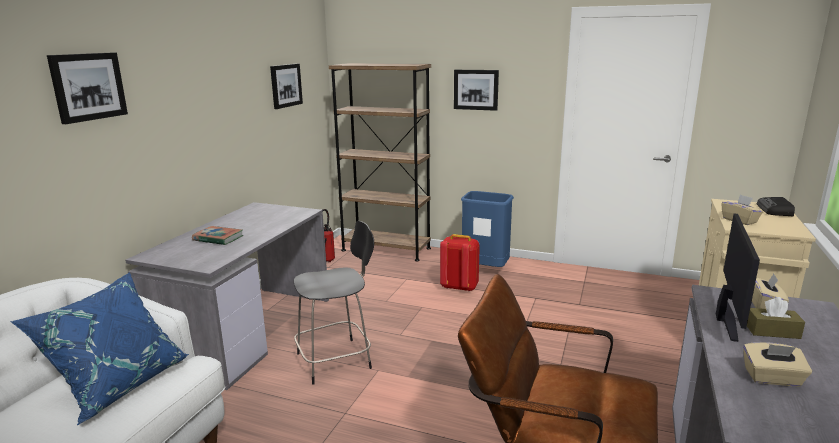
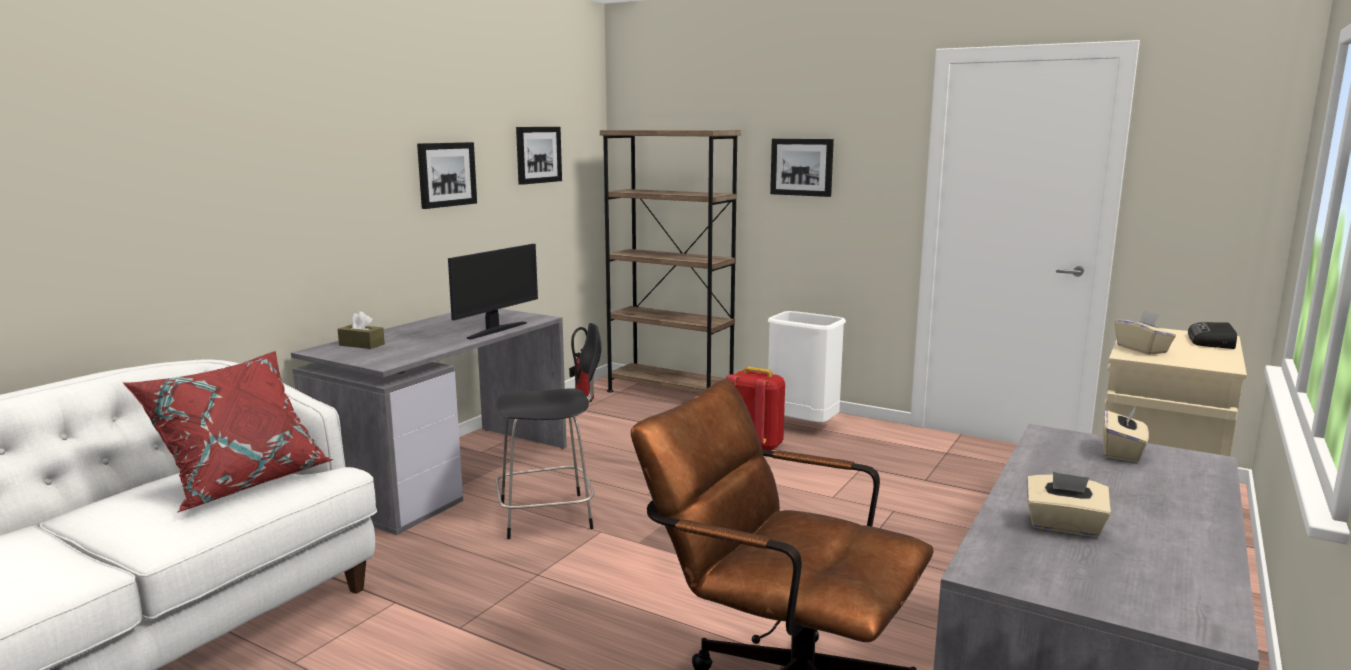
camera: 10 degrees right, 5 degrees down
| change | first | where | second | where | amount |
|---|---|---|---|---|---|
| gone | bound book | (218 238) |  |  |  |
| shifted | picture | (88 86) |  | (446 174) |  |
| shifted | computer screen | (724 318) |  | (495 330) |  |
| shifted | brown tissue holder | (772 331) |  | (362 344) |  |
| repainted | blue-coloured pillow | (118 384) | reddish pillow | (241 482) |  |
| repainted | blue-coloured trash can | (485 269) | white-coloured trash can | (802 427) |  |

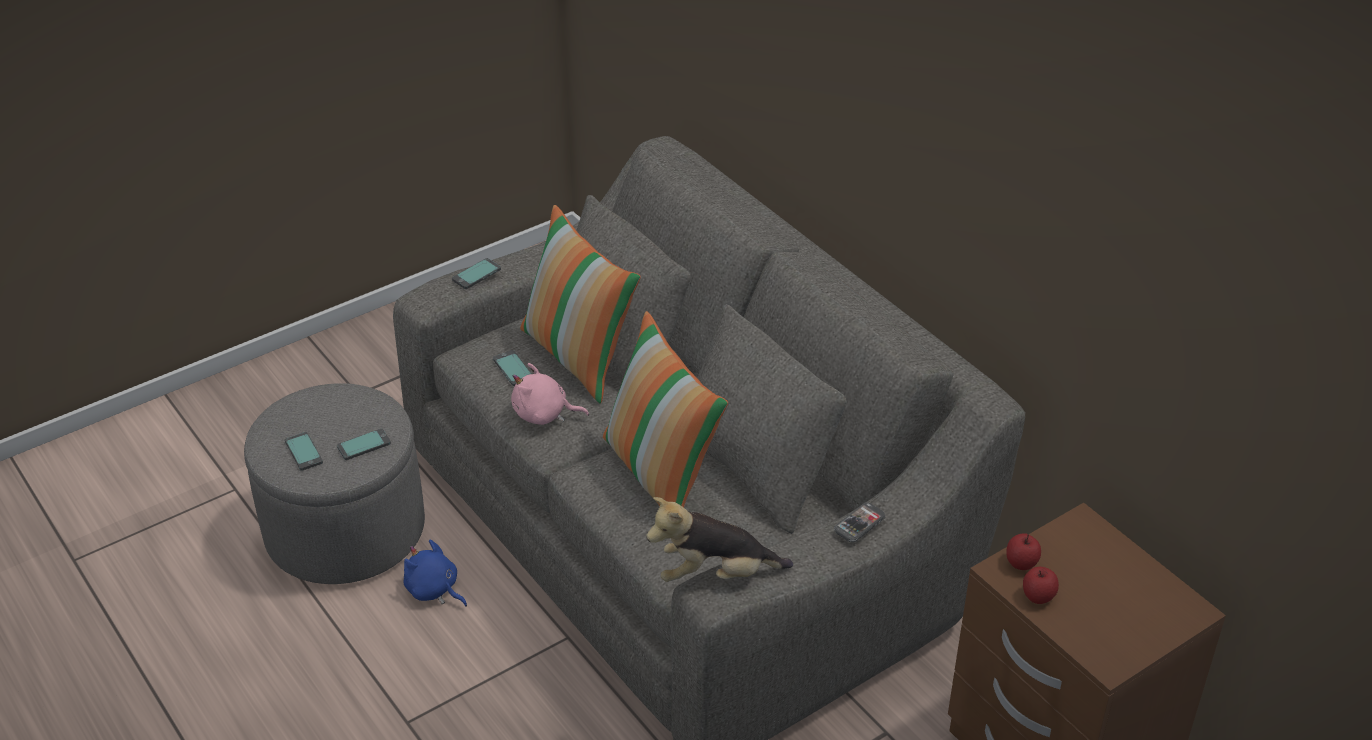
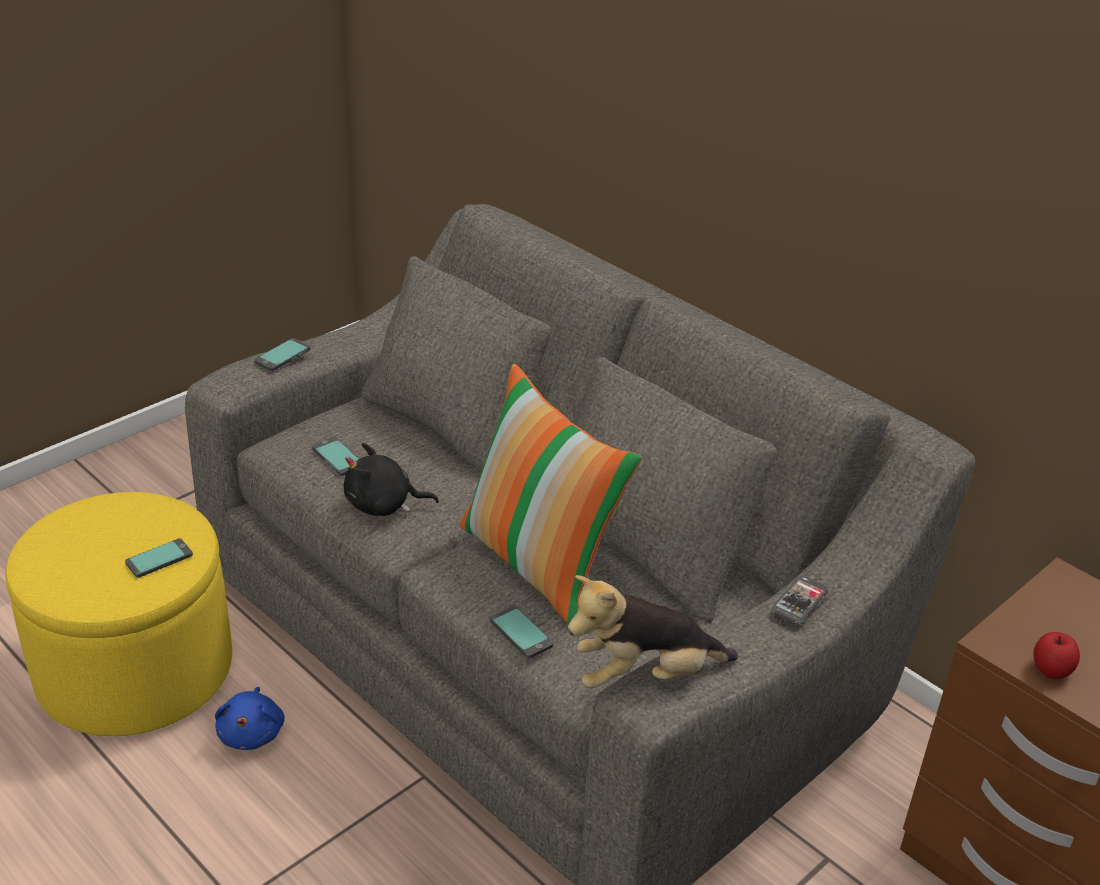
camera: 10 degrees left, 5 degrees down
| change | first | where | second | where | amount |
|---|---|---|---|---|---|
| gone | pillow | (579 356) |  |  |  |
| gone | apple | (1021 563) |  |  |  |
| shifted | telephone | (304 452) |  | (521 633) |  |
| repainted | gray ottoman | (345 530) | yellow-coloured ottoman | (135 669) |  |
| repainted | pink-coloured soft toy | (544 414) | black-coloured soft toy | (383 505) |  |
| rotated | blue-coloured soft toy | (434 590) |  | (252 733) | 120 degrees counterclockwise |

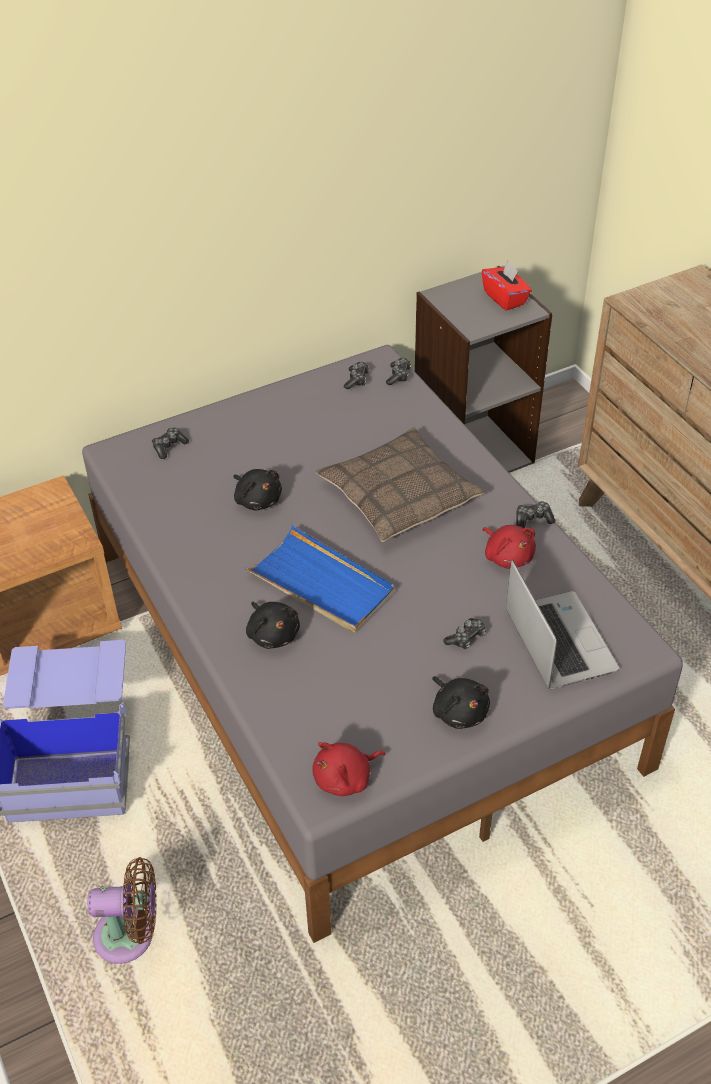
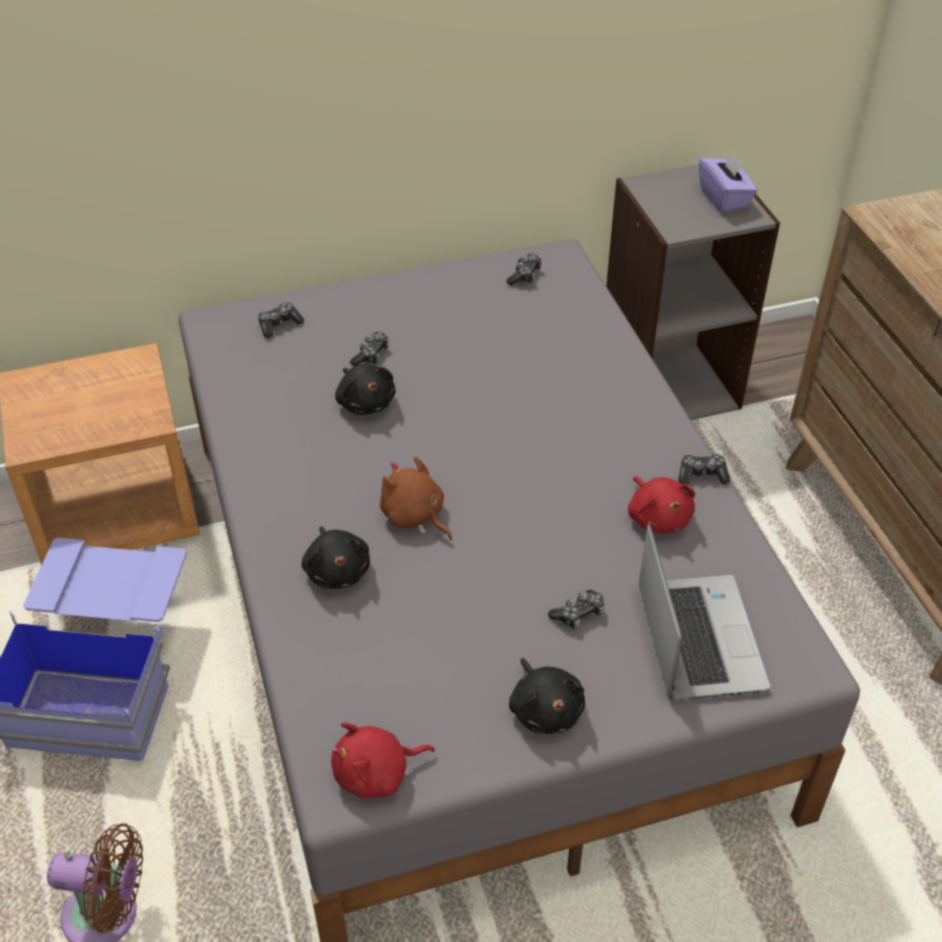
camera: 10 degrees right, 0 degrees up
| change | first | where | second | where | amount |
|---|---|---|---|---|---|
| gone | pillow | (398 495) |  |  |  |
| shifted | game controller | (398 376) |  | (371 355) |  |
| swapped | blue-coloured serving tray | (321 583) | brown soft toy | (415 516) |  |
| repainted | reddish tissue holder | (505 298) | purple tissue holder | (724 198) |  |

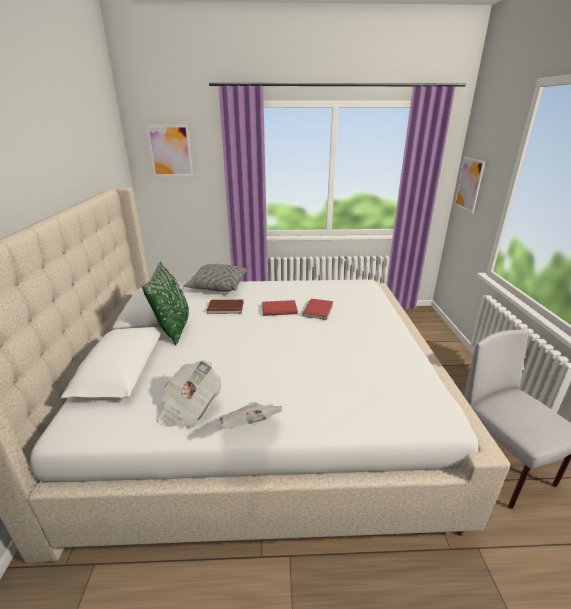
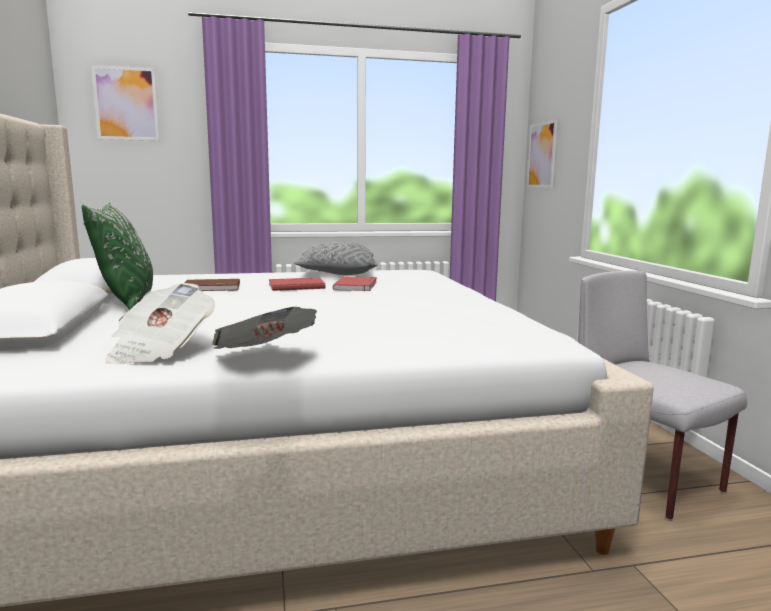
camera: 10 degrees left, 15 degrees down
| change | first | where | second | where | amount |
|---|---|---|---|---|---|
| shifted | gray pillow | (217 286) |  | (337 274) |  |

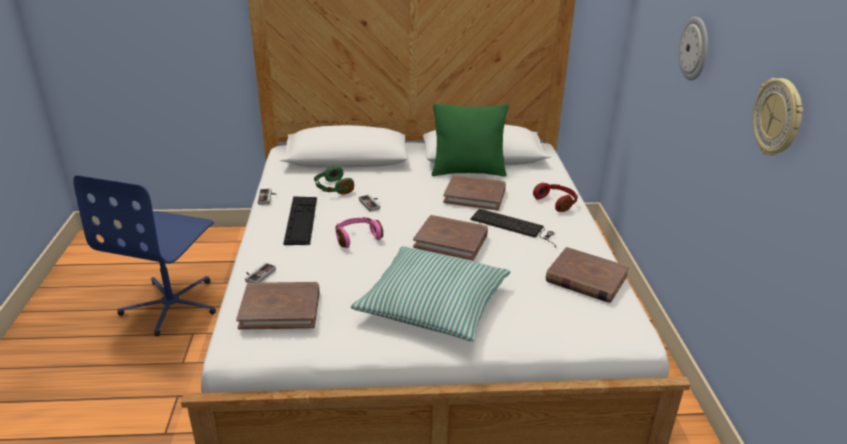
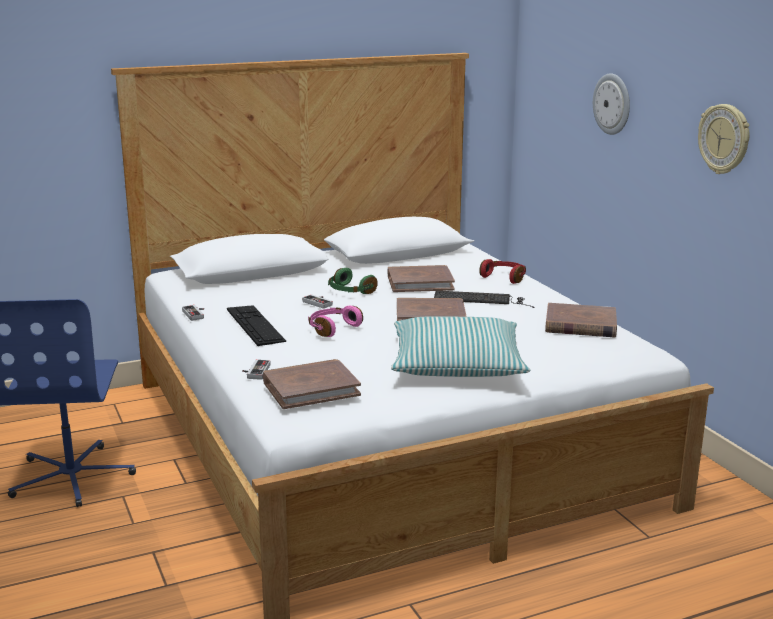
camera: 20 degrees left, 10 degrees down
| change | first | where | second | where | amount |
|---|---|---|---|---|---|
| gone | green-coloured pillow | (468 172) |  |  |  |
| shifted | green-coloured headphones | (333 188) |  | (350 291) |  |

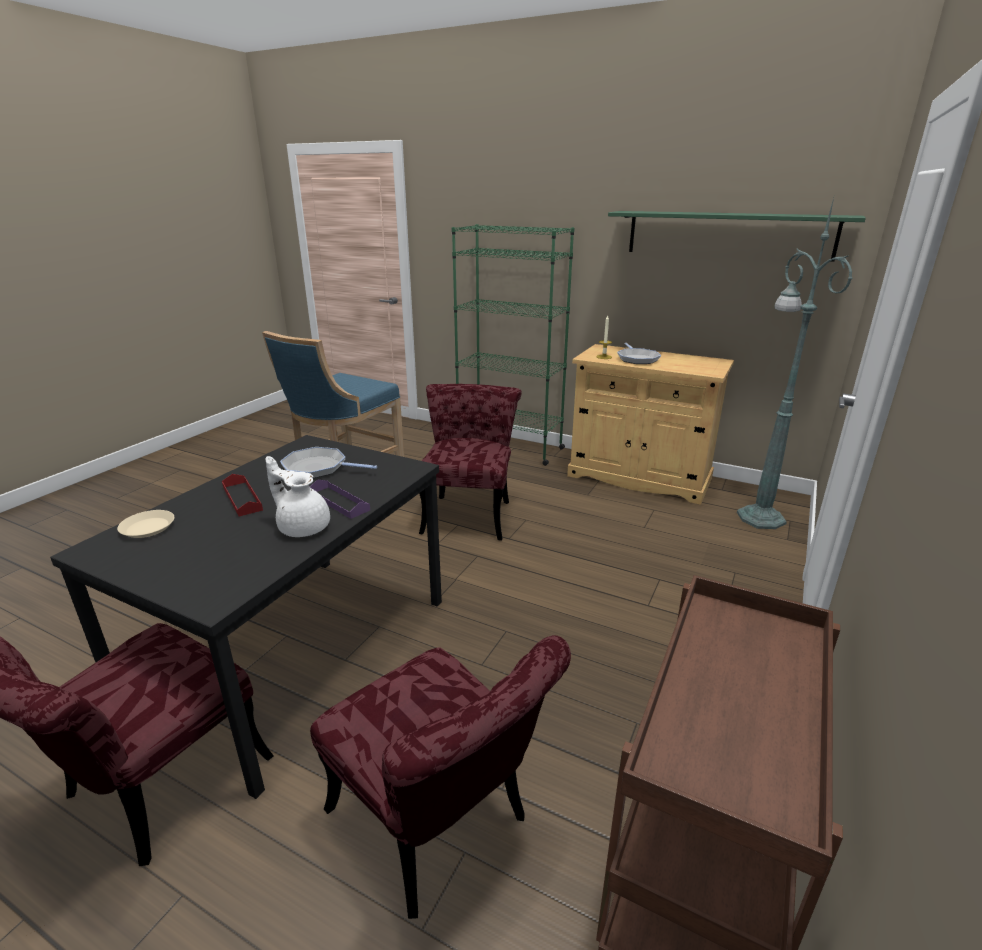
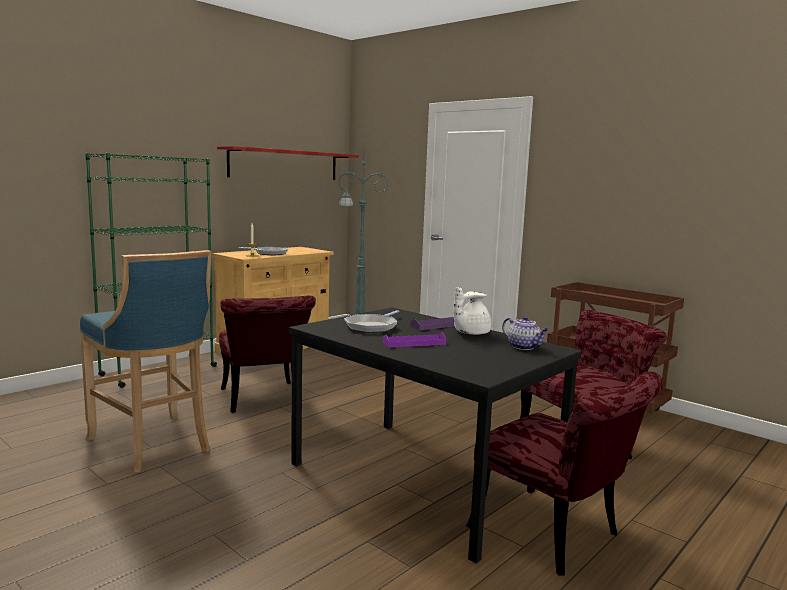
camera: 75 degrees left, 15 degrees down
| change | first | where | second | where | amount |
|---|---|---|---|---|---|
| gone | beige-coloured flat dish | (147 528) |  |  |  |
| new |  |  | pot for tea | (524 347) |  |
| repainted | reddish serving tray | (242 498) | purple serving tray | (414 343) |  |
| repainted | green-coloured bracket shelf | (728 234) | reddish bracket shelf | (285 164) |  |
| rotated | reddish chair | (469 512) |  | (263 401) | 135 degrees counterclockwise |

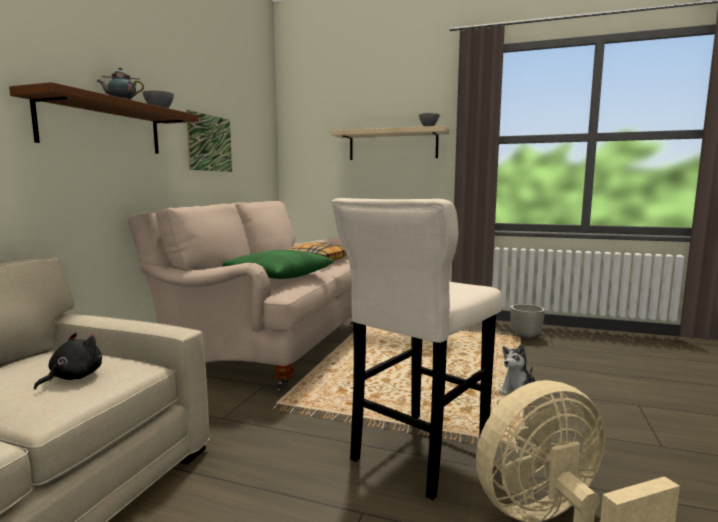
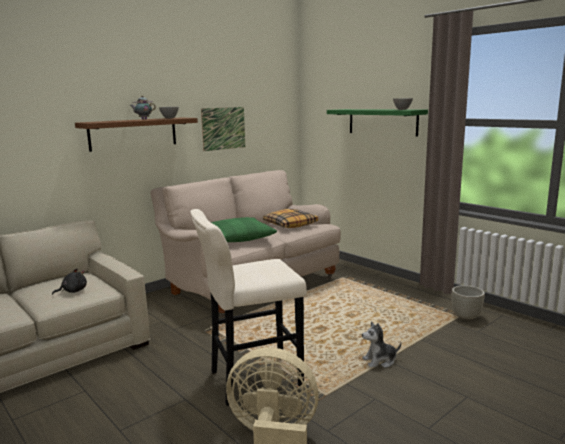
camera: 30 degrees right, 5 degrees up
| change | first | where | second | where | amount |
|---|---|---|---|---|---|
| repainted | beige-coloured bracket shelf | (393 145) | green-coloured bracket shelf | (382 122) |  |

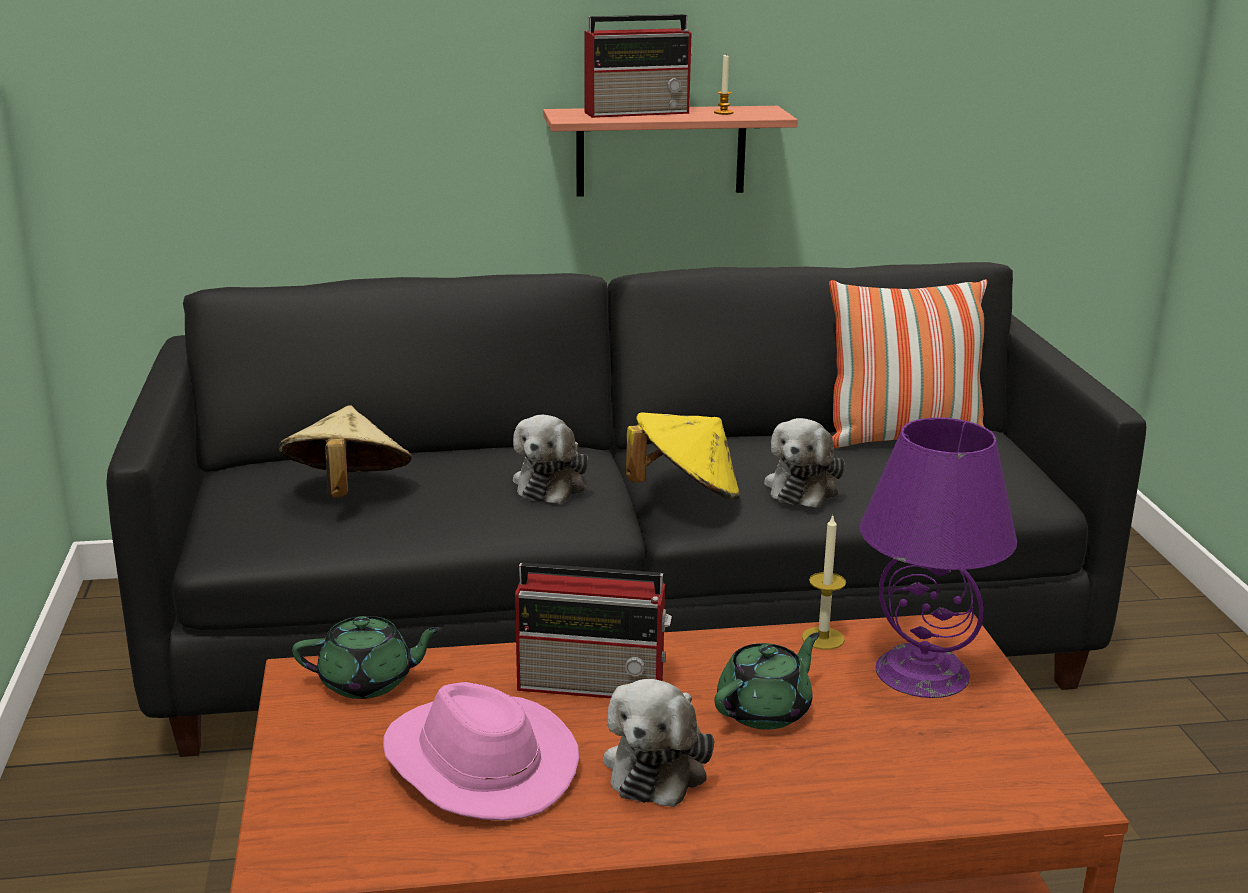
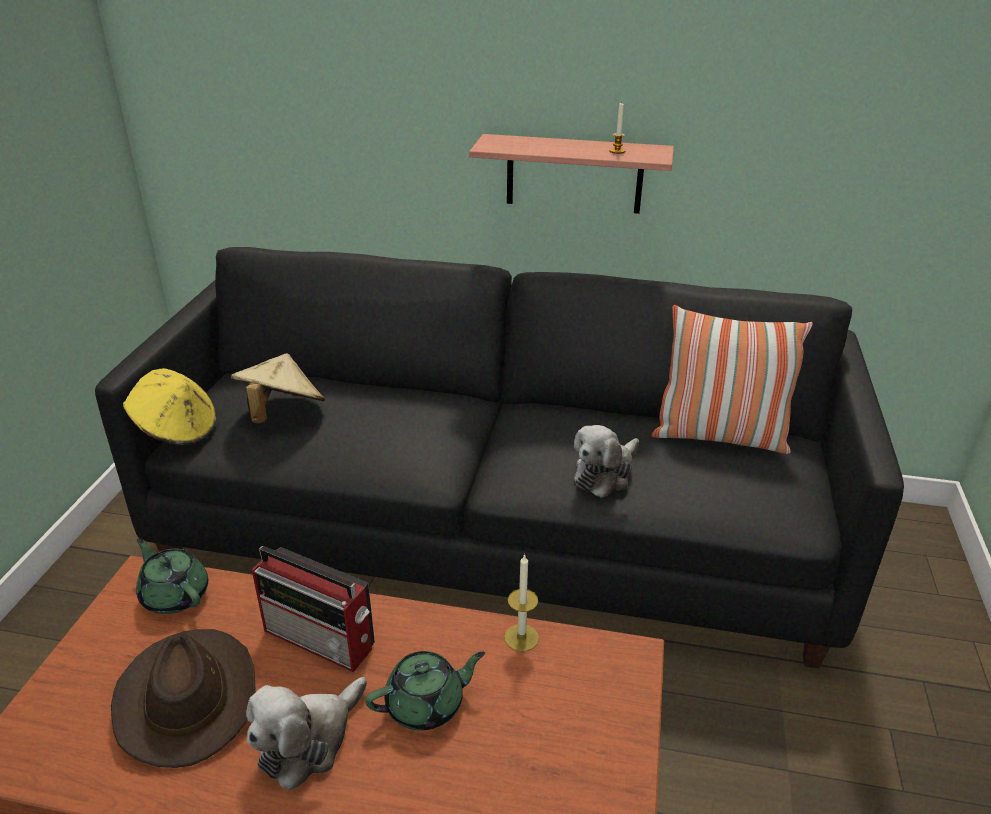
camera: 20 degrees right, 10 degrees up
| change | first | where | second | where | amount |
|---|---|---|---|---|---|
| gone | soft toy | (552 484) |  |  |  |
| gone | radio | (638 112) |  |  |  |
| gone | purple lamp for a table | (923 671) |  |  |  |
| shifted | yellow-coloured hat | (686 494) |  | (175 430) |  |
| repainted | pink-coloured hat | (476 763) | brown hat | (187 698) |  |
| rotated | green-coloured pot for tea | (368 682) |  | (175 595) | 150 degrees counterclockwise |

